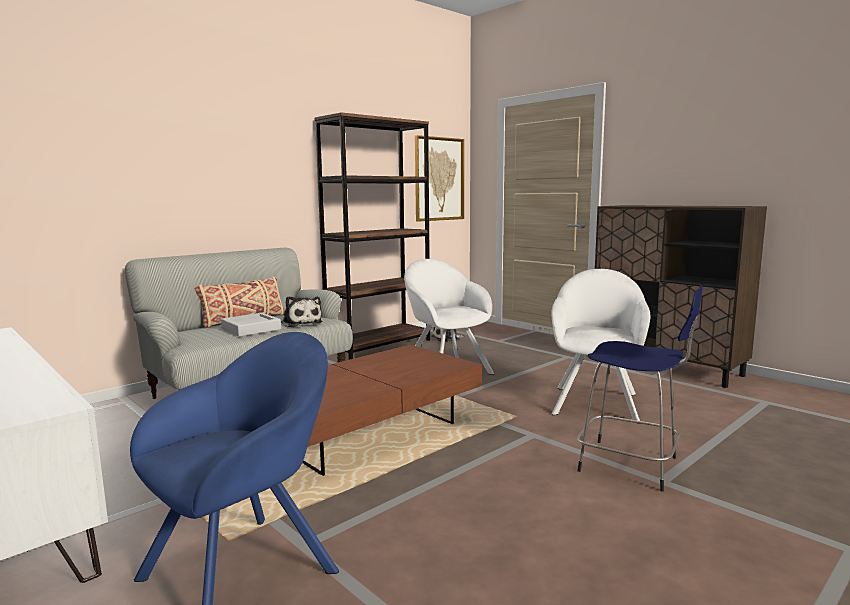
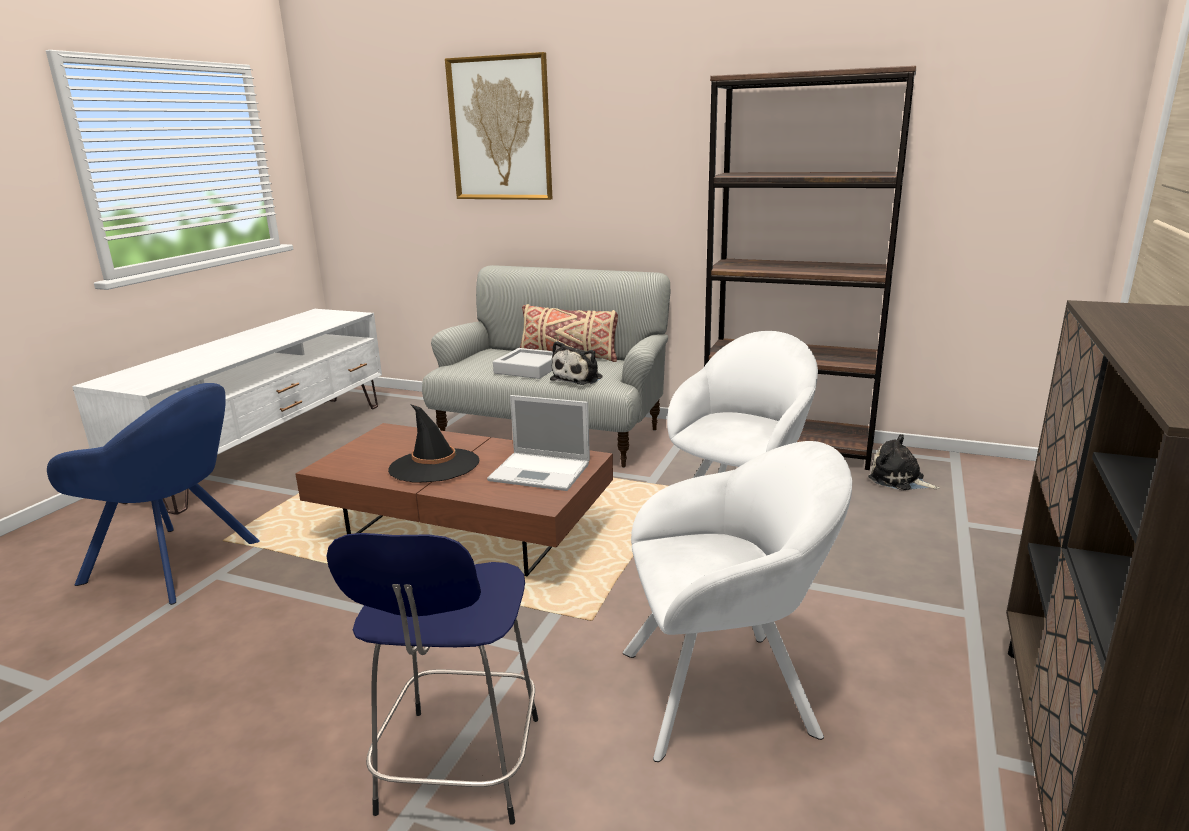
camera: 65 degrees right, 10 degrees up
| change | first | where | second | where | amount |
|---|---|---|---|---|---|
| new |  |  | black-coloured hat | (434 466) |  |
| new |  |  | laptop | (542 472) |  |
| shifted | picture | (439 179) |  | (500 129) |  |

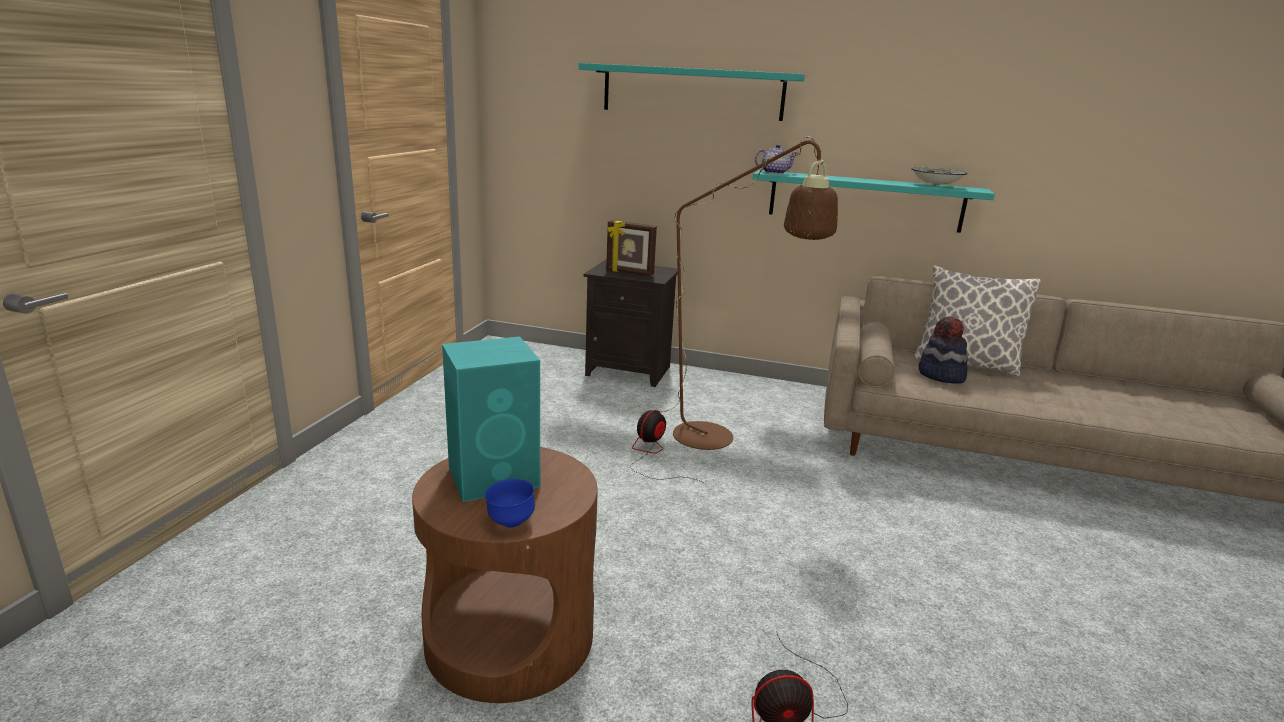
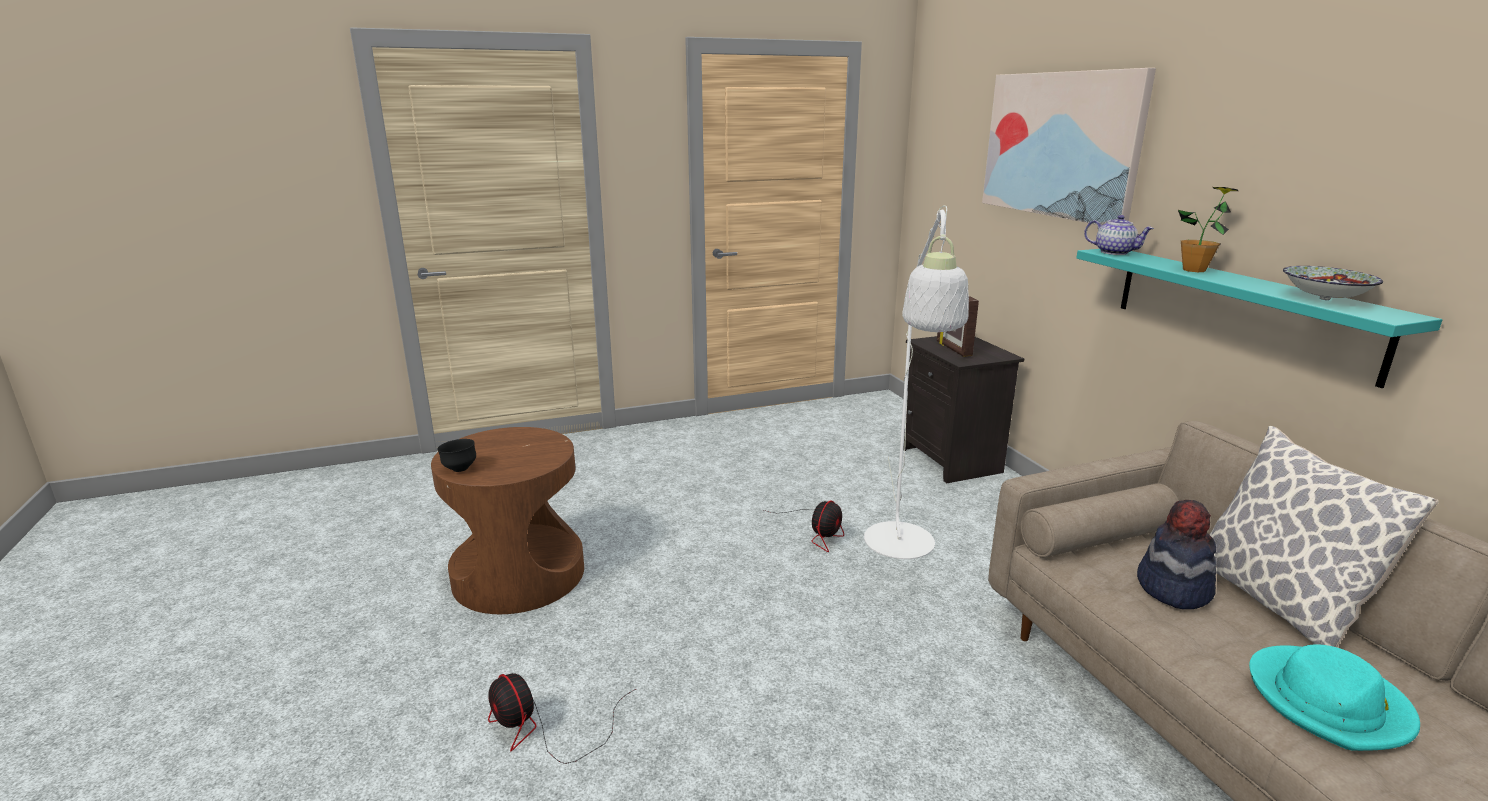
camera: 55 degrees right, 0 degrees up
| change | first | where | second | where | amount |
|---|---|---|---|---|---|
| gone | turquoise-coloured speaker | (496 477) |  |  |  |
| new |  |  | houseplant | (1194 270) |  |
| new |  |  | turquoise-coloured hat | (1328 702) |  |
| swapped | turquoise-coloured bracket shelf | (692 92) | picture | (1061 145) |  |
| repainted | blue-coloured deep dish | (510 523) | black-coloured deep dish | (459 469) |  |
| repainted | brown floor lamp | (716 441) | white-coloured floor lamp | (901 550) |  |
| rotated | fan | (653 456) |  | (819 532) | 120 degrees clockwise |

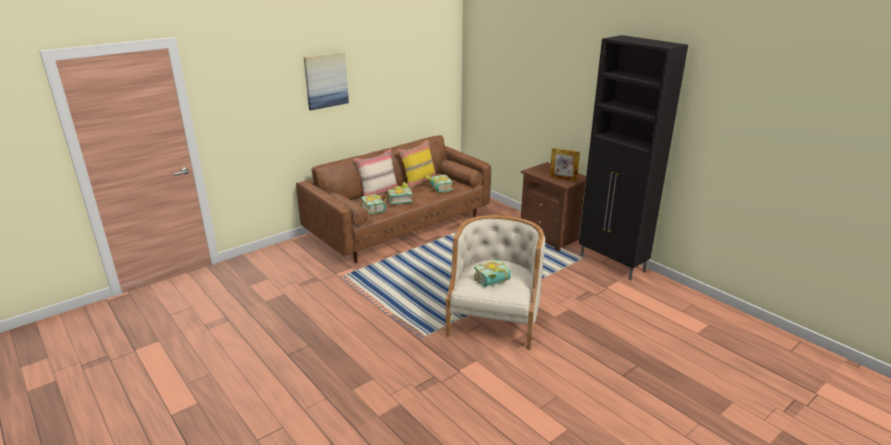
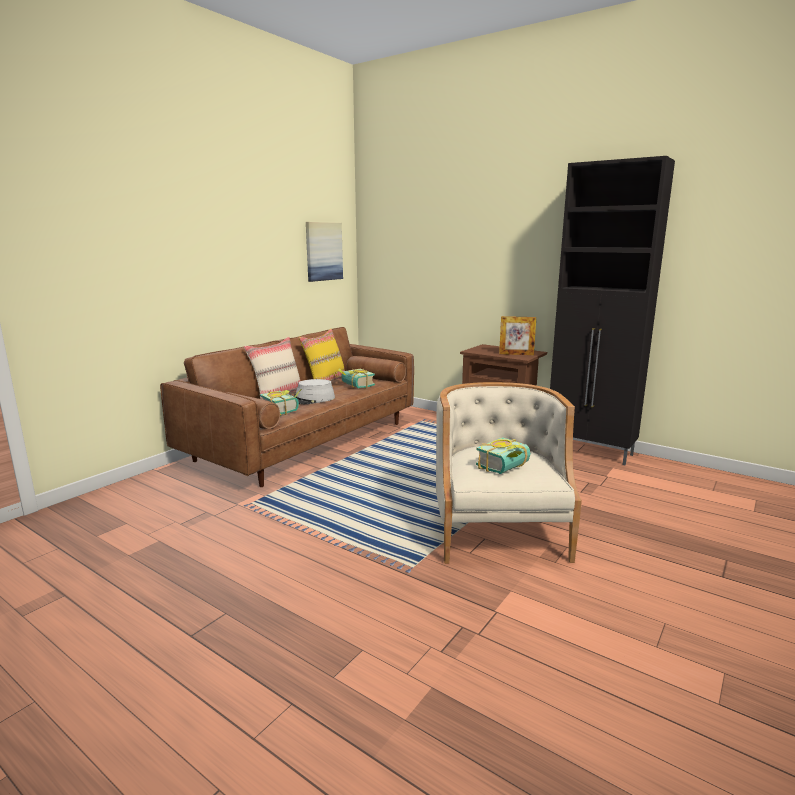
camera: 15 degrees left, 10 degrees down
| change | first | where | second | where | amount |
|---|---|---|---|---|---|
| shifted | picture | (326 80) |  | (323 251) |  |
| swapped | bound book | (399 200) | gray hat | (310 399) |  |

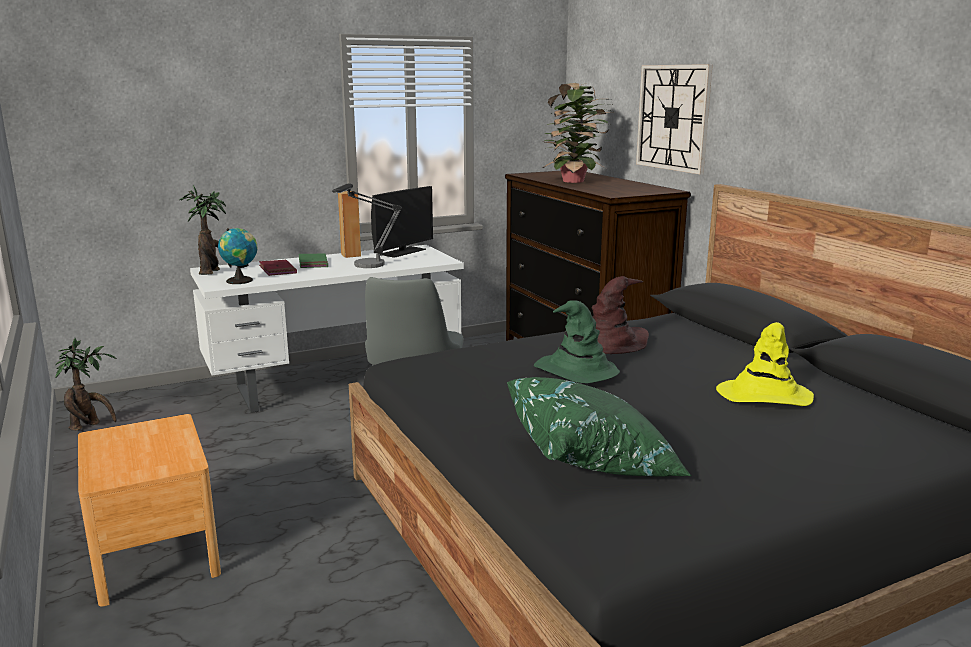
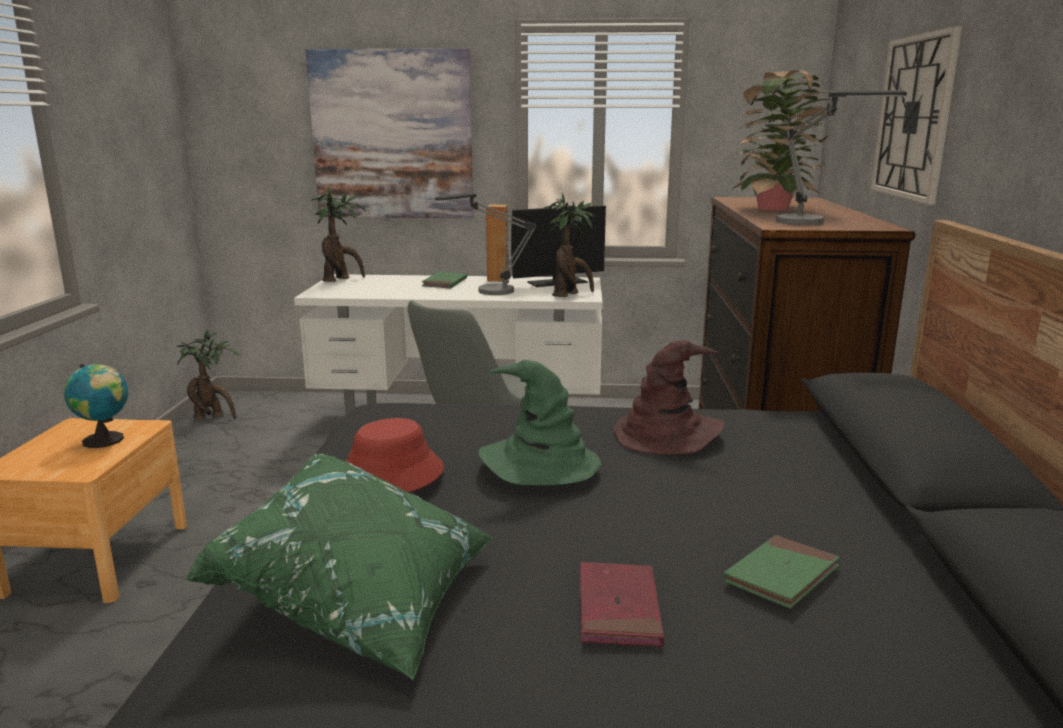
camera: 30 degrees right, 0 degrees up
| change | first | where | second | where | amount |
|---|---|---|---|---|---|
| new |  |  | picture | (392 135) |  |
| new |  |  | reddish hat | (389 475) |  |
| new |  |  | houseplant | (569 295) |  |
| new |  |  | lamp for a table | (814 223) |  |
| shifted | world globe | (241 280) |  | (106 440) |  |
| shifted | reddish bound book | (277 270) |  | (618 608) |  |
| swapped | yellow-coloured hat | (764 395) | green-coloured bound book | (781 576) |  |

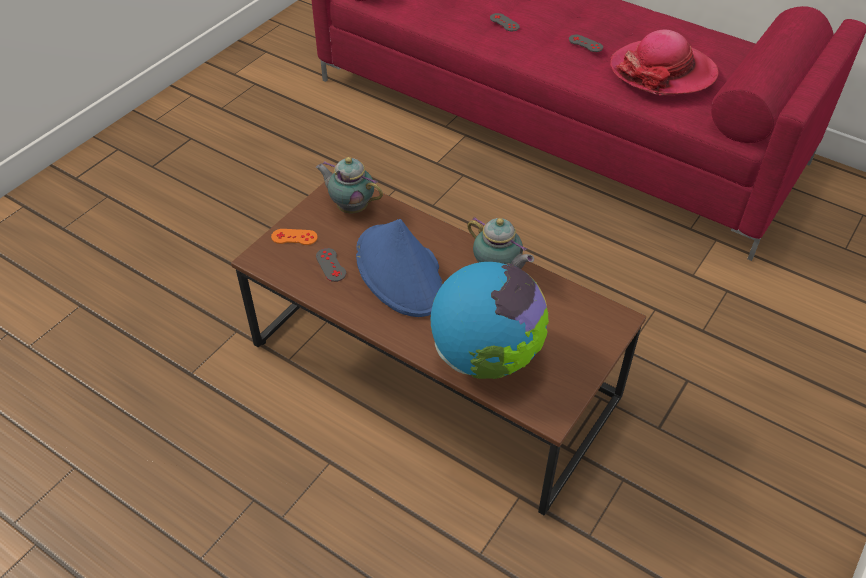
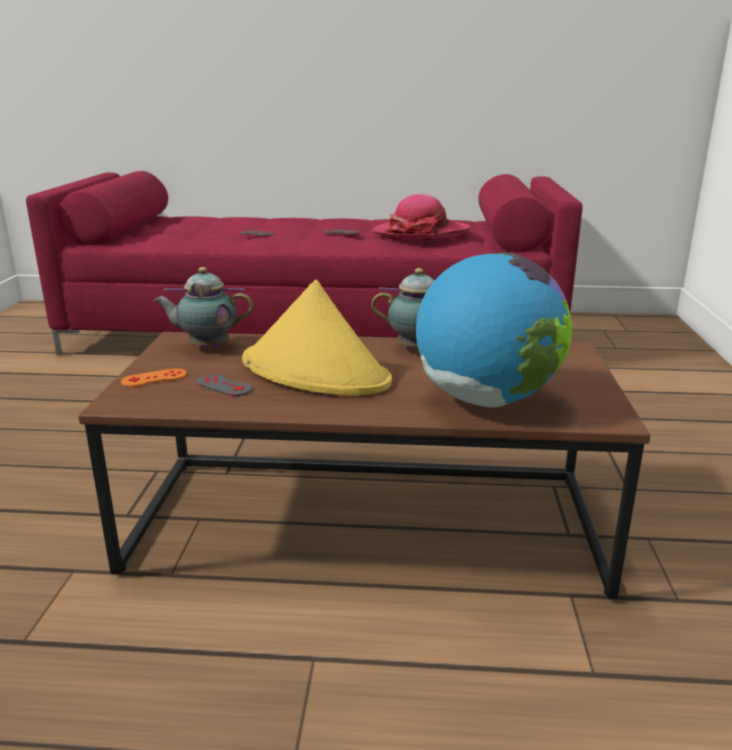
camera: 30 degrees left, 25 degrees down
| change | first | where | second | where | amount |
|---|---|---|---|---|---|
| repainted | blue-coloured hat | (400 272) | yellow-coloured hat | (315 372) |  |

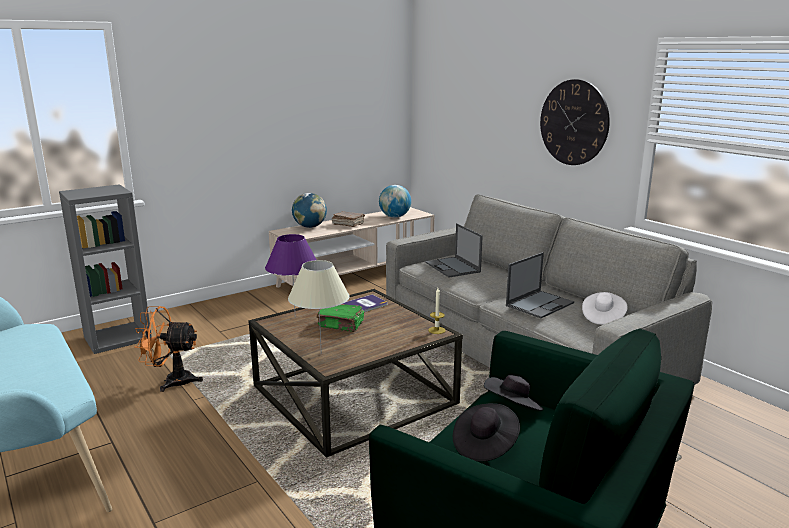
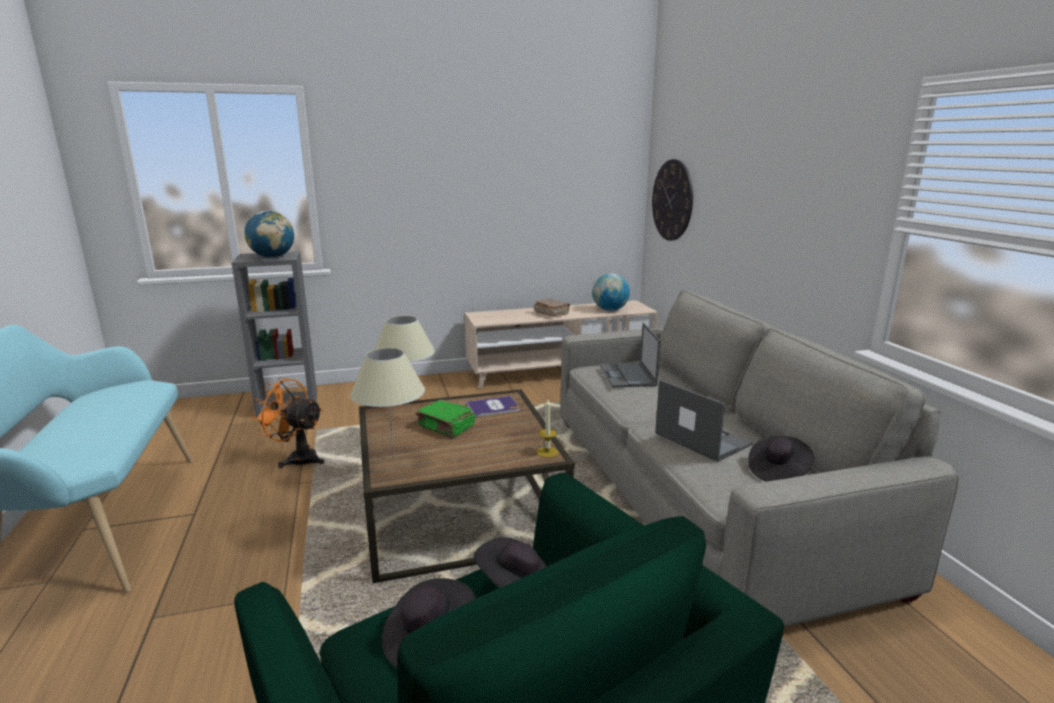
camera: 20 degrees right, 0 degrees up
| change | first | where | second | where | amount |
|---|---|---|---|---|---|
| shifted | world globe | (310 227) |  | (272 257) |  |
| shifted | hanging clock | (574 122) |  | (672 200) |  |
| repainted | purple lamp for a table | (295 317) | beige-coloured lamp for a table | (408 410) |  |
| repainted | white-coloured hat | (602 317) | black-coloured hat | (778 471) |  |
| rotated | laptop | (540 304) |  | (701 439) | 105 degrees counterclockwise |

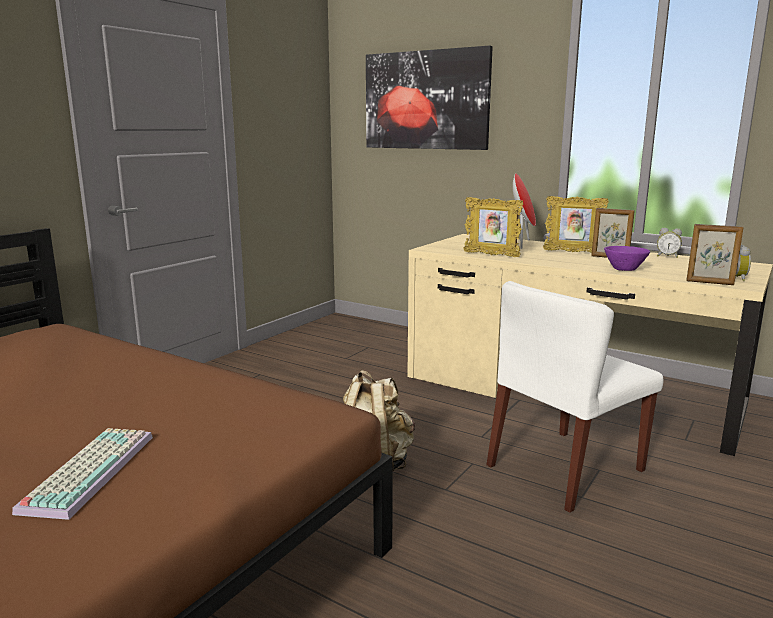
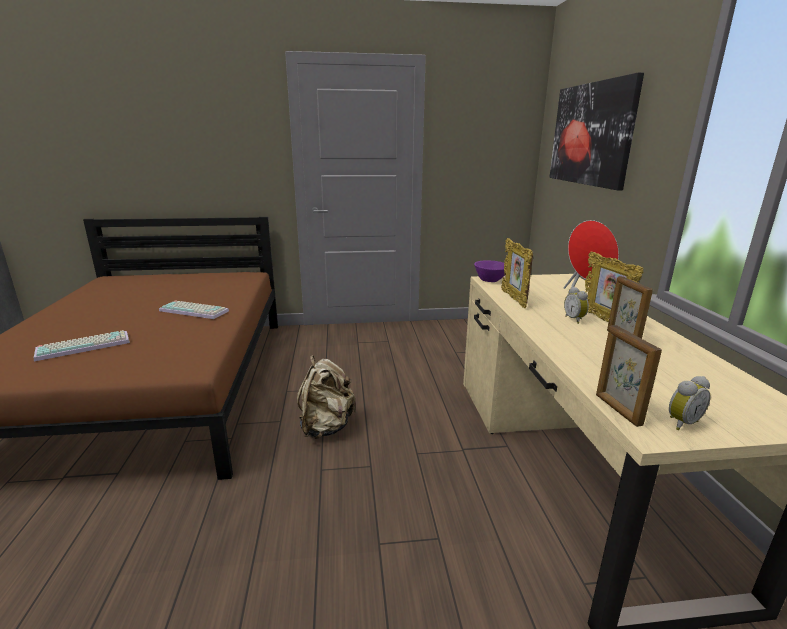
camera: 50 degrees right, 5 degrees up
| change | first | where | second | where | amount |
|---|---|---|---|---|---|
| gone | white-coloured chair | (565 468) |  |  |  |
| new |  |  | computer keyboard | (195 310) |  |
| shifted | purple deep dish | (626 269) |  | (491 280) |  |
| shifted | table clock | (667 256) |  | (575 319) |  |

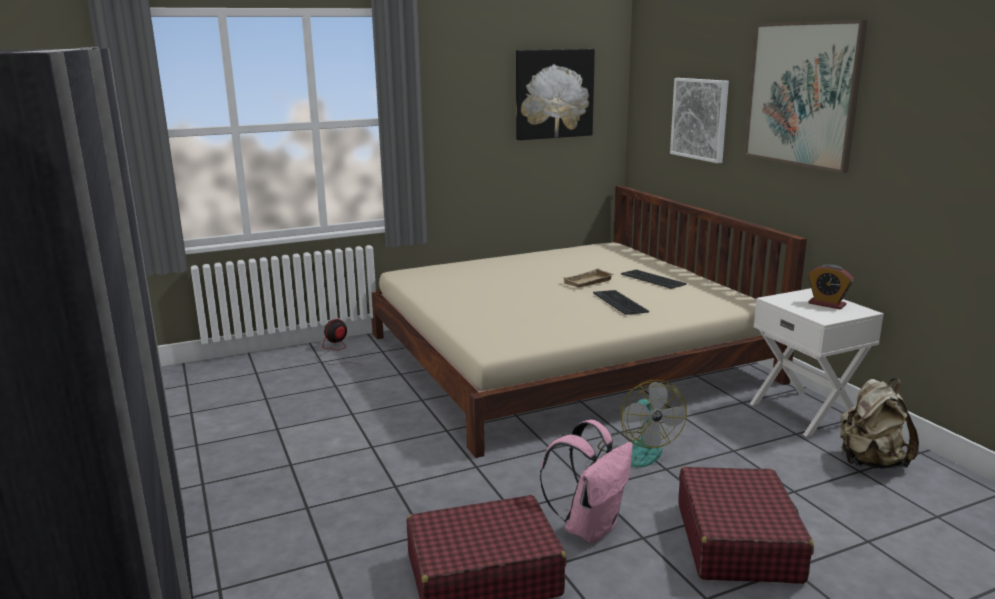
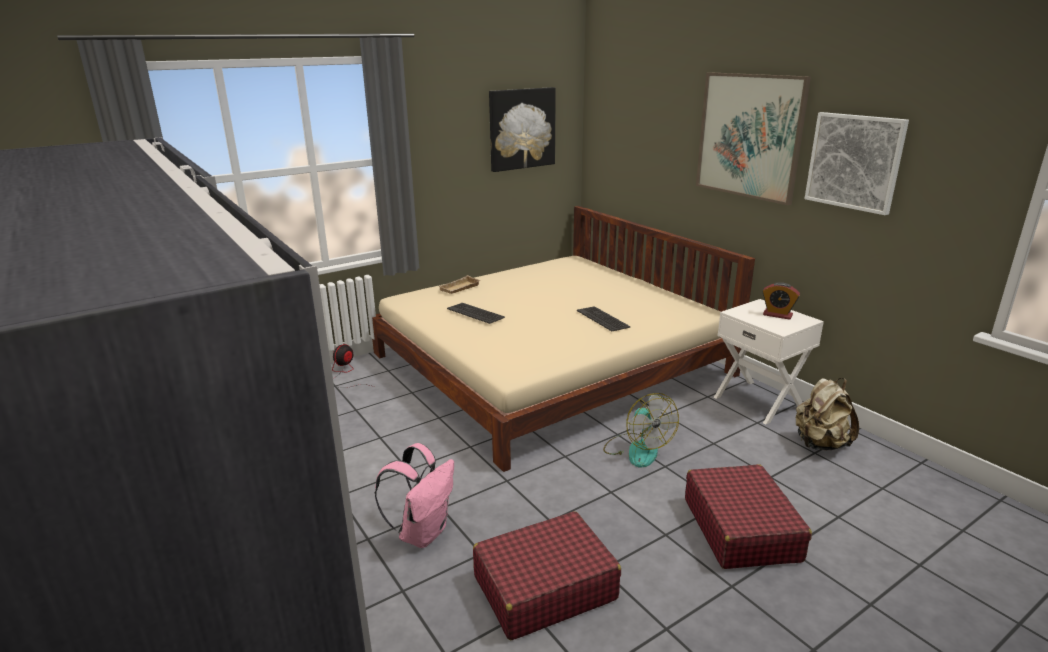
camera: 10 degrees left, 5 degrees up
| change | first | where | second | where | amount |
|---|---|---|---|---|---|
| shifted | pink-coloured backpack | (590 527) |  | (423 532) |  |
| shifted | beige-coloured serving tray | (588 282) |  | (460 288) |  |
| shifted | computer keyboard | (653 279) |  | (475 313) |  |
| shifted | picture | (700 119) |  | (854 162) |  |

